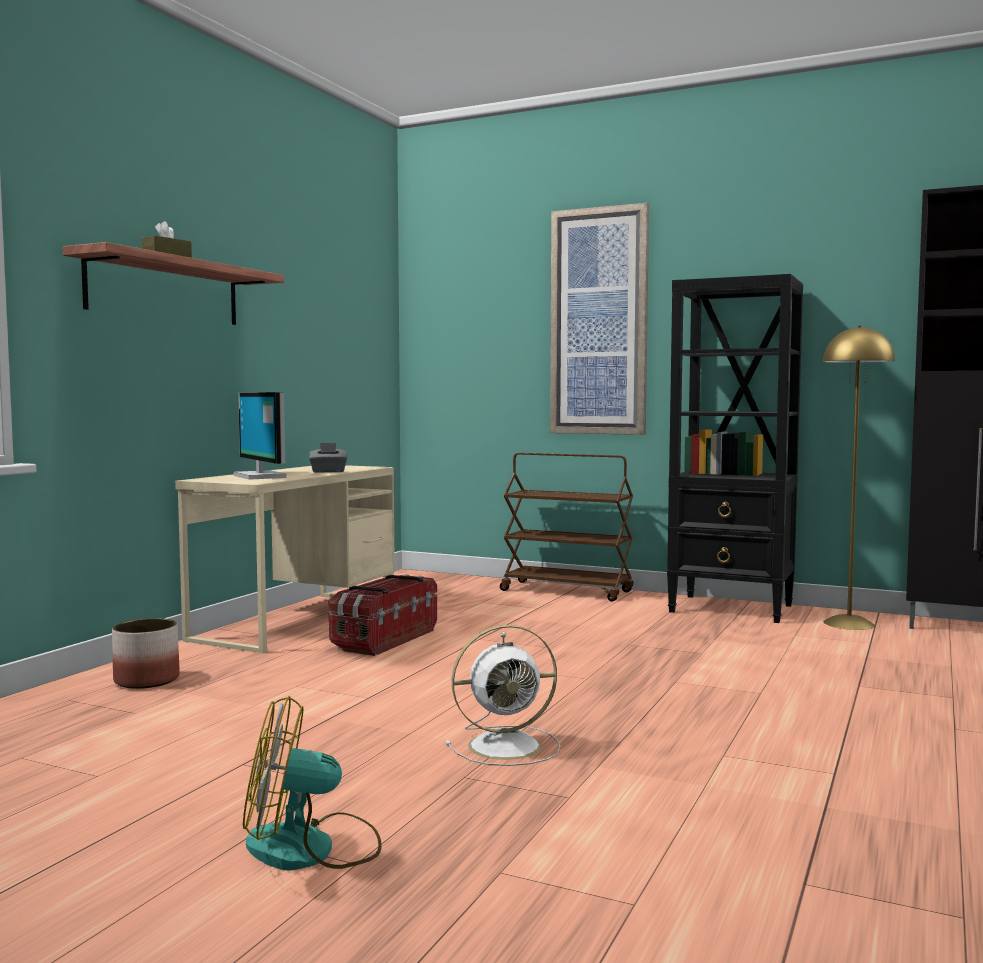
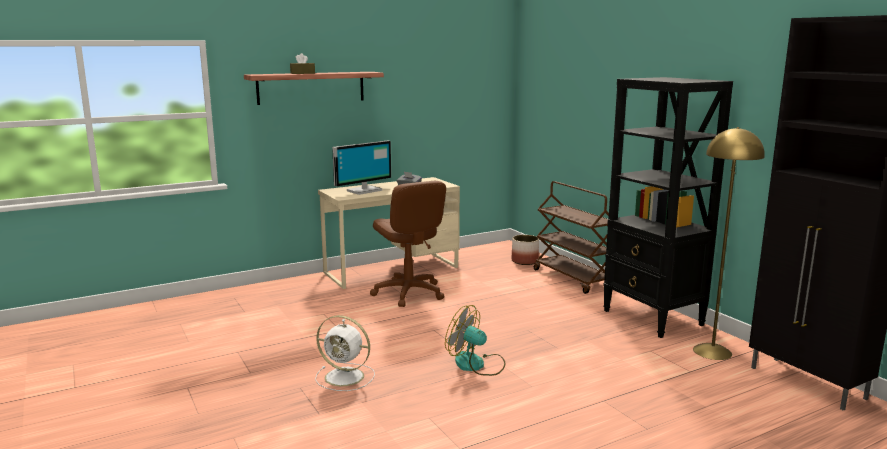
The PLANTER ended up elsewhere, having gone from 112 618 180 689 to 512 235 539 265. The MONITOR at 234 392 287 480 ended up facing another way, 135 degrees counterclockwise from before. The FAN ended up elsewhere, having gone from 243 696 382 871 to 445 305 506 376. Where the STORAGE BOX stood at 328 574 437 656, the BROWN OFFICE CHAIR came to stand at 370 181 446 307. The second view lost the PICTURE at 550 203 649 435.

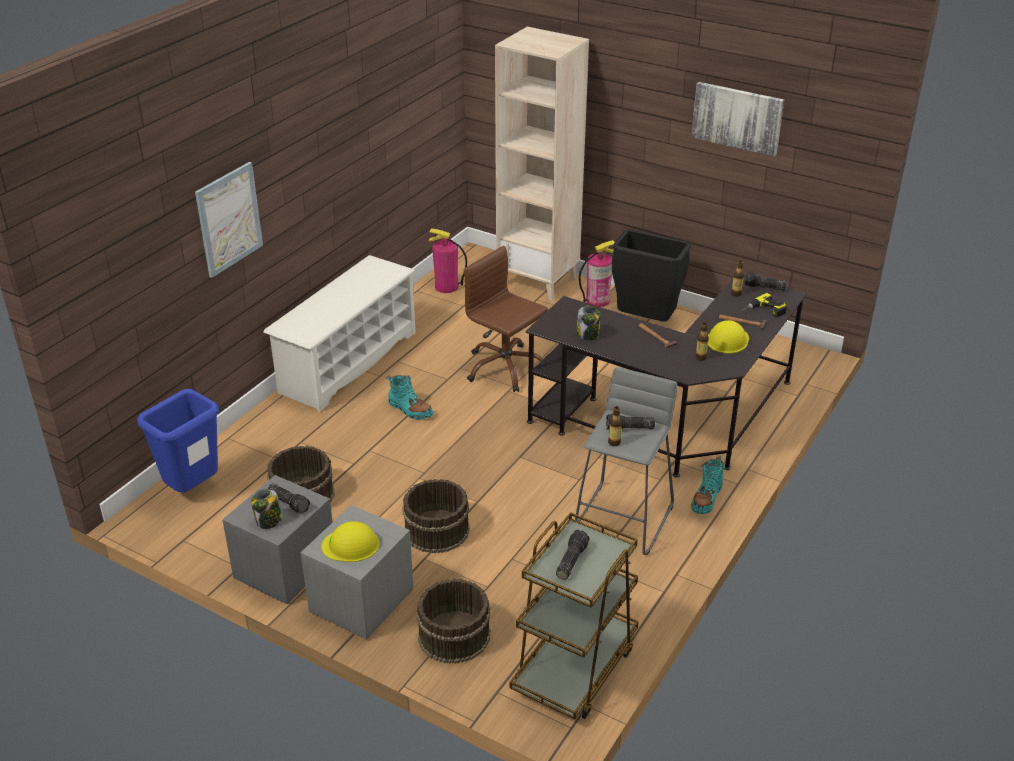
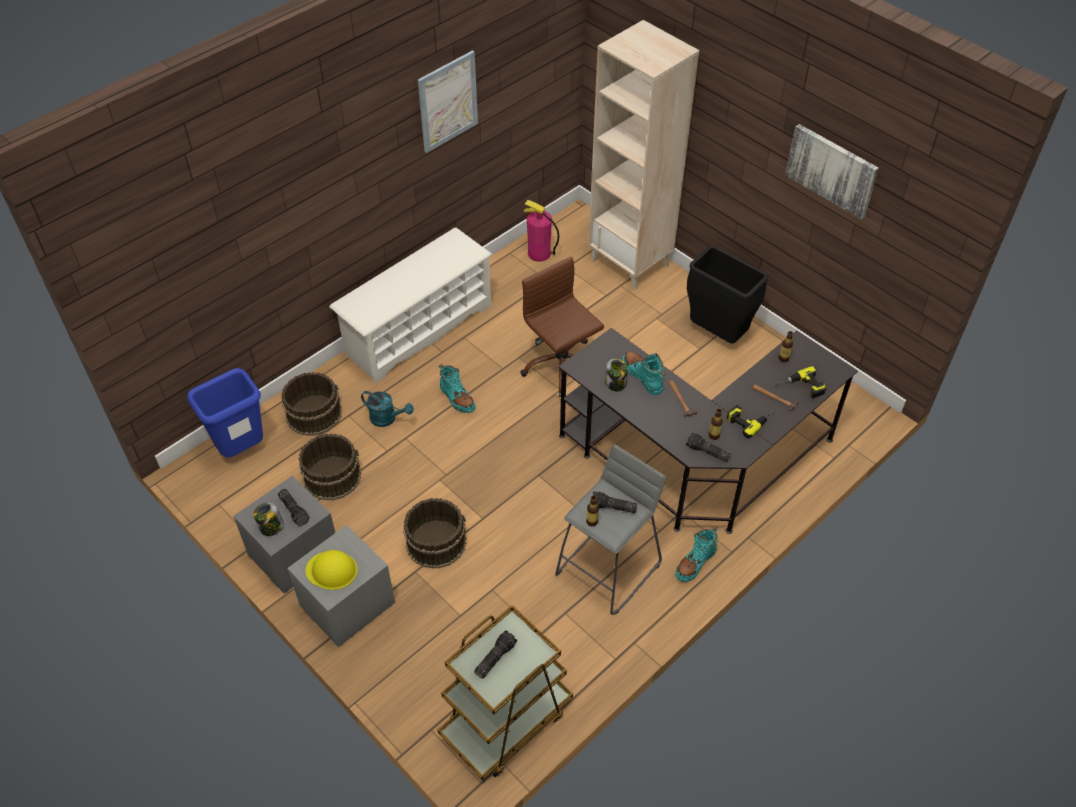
The PICTURE ended up elsewhere, having gone from 195 162 263 278 to 418 50 478 153. The BROWN BUCKET ended up elsewhere, having gone from 416 578 490 664 to 282 372 342 436. The second view lost the FIRE EXTINGUISHER at 579 240 615 307. Where the YELLOW HARD HAT stood at 708 320 749 353, the POWER DRILL came to stand at 727 405 776 438. The FLASHLIGHT ended up elsewhere, having gone from 744 272 787 291 to 686 433 731 463. The second view gained the TURQUOISE WATERING CAN at 361 391 414 427. The second view gained the TURQUOISE BOOT at 622 351 666 395.

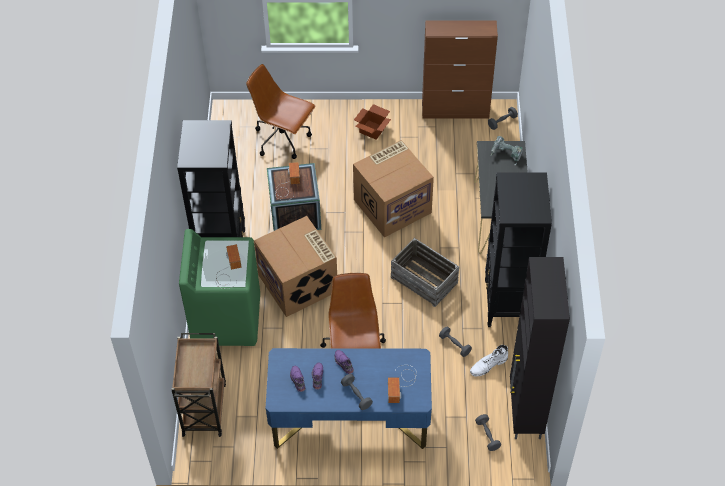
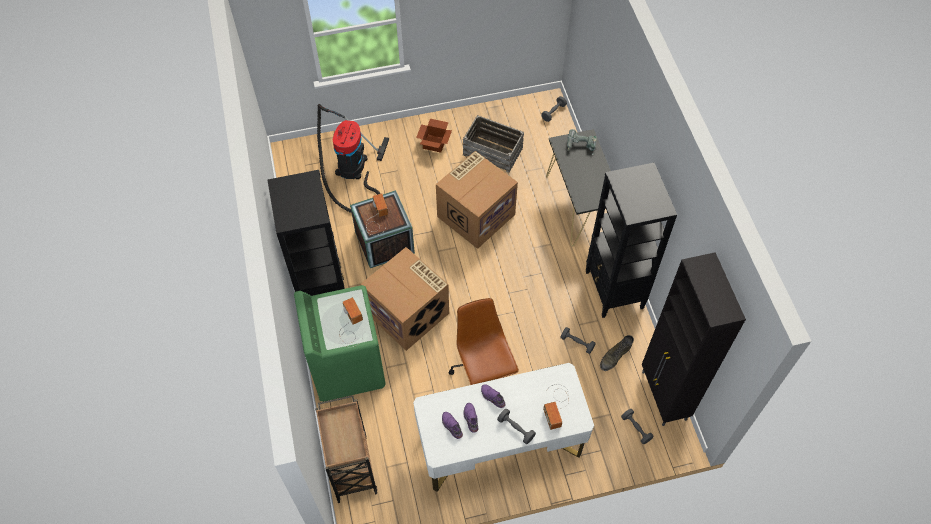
Where the BROWN OFFICE CHAIR stood at 246 64 316 159, the VACUUM CLEANER came to stand at 317 104 389 213. What was the BLUE DESK at 266 348 432 449 turned into the WHITE DESK at 413 363 594 492. The CRATE ended up elsewhere, having gone from 391 238 459 307 to 463 115 524 173. The second view lost the BROWN CABINET at 422 20 498 118. What was the WHITE BOOT at 470 345 508 377 turned into the GREEN BOOT at 600 335 634 371.

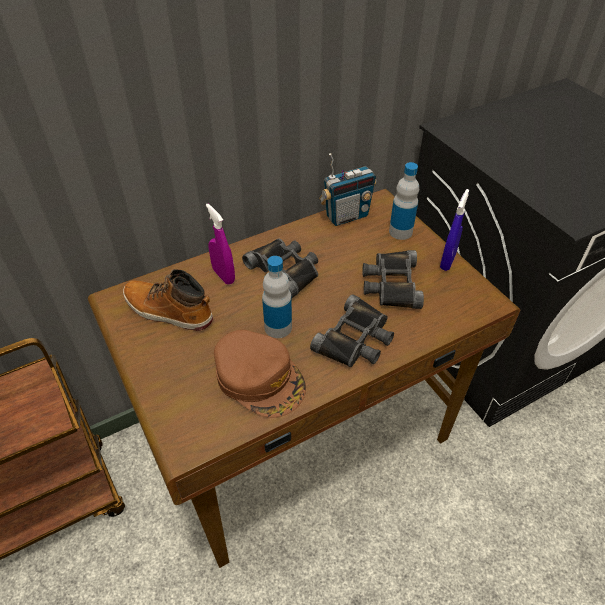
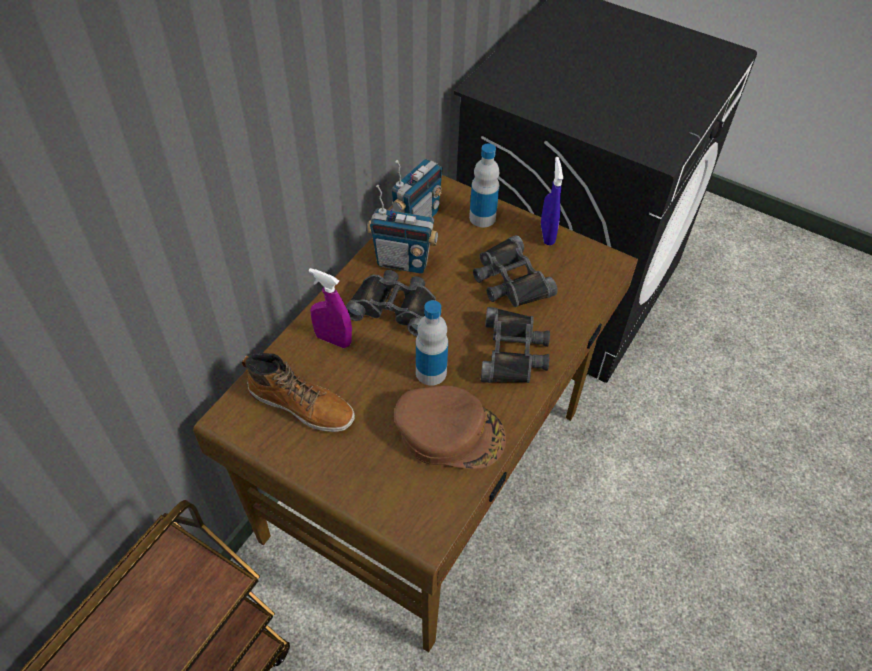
The BOOT at 123 269 213 331 ended up facing another way, 150 degrees counterclockwise from before. The second view gained the RADIO at 366 185 438 274.

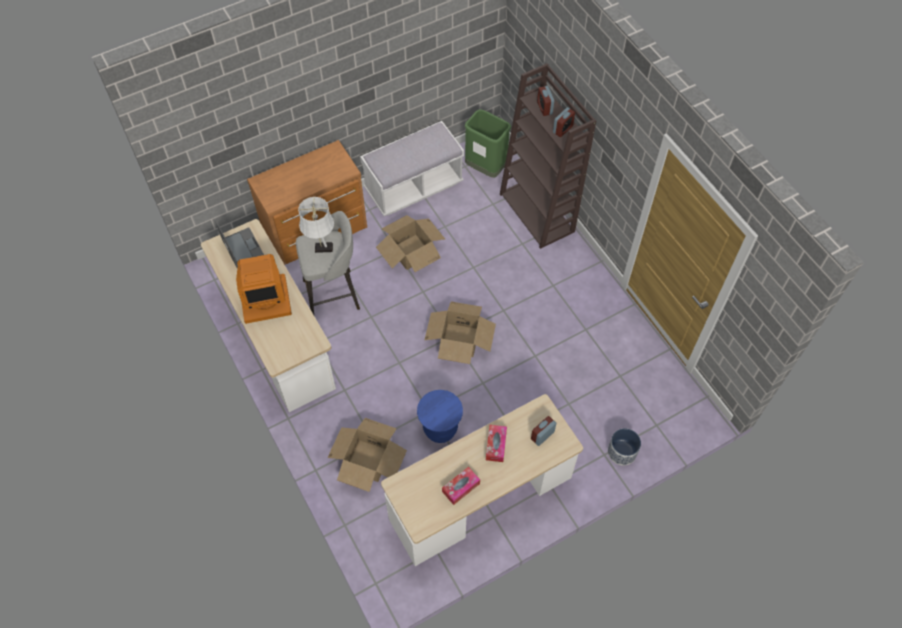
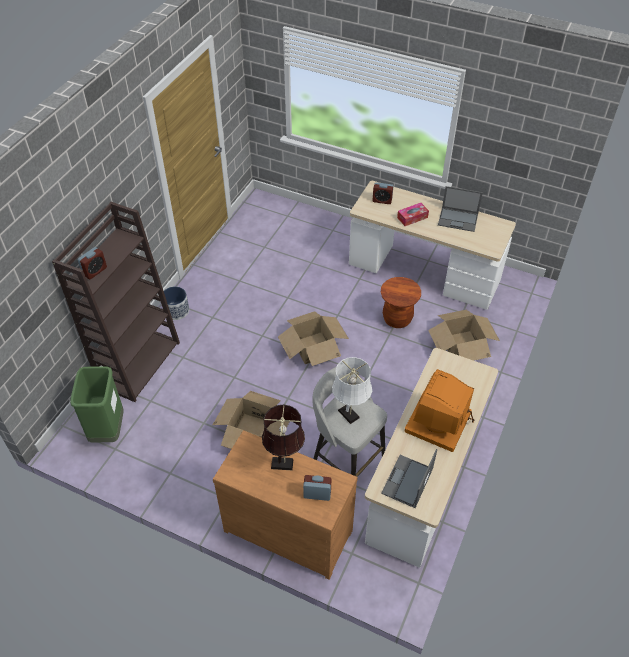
The MONITOR at 236 254 292 324 ended up facing another way, 105 degrees counterclockwise from before. The second view lost the WHITE BENCH at 360 121 464 216. What was the BLUE STOOL at 417 390 463 443 turned into the BROWN STOOL at 381 277 421 328. Where the TISSUE BOX stood at 442 467 480 505, the LAPTOP came to stand at 438 186 483 232. The ALARM CLOCK ended up elsewhere, having gone from 553 107 575 137 to 303 475 331 501. The PLANTER ended up elsewhere, having gone from 608 428 641 466 to 164 286 189 320. The second view gained the BROWN TABLE LAMP at 262 405 305 470.

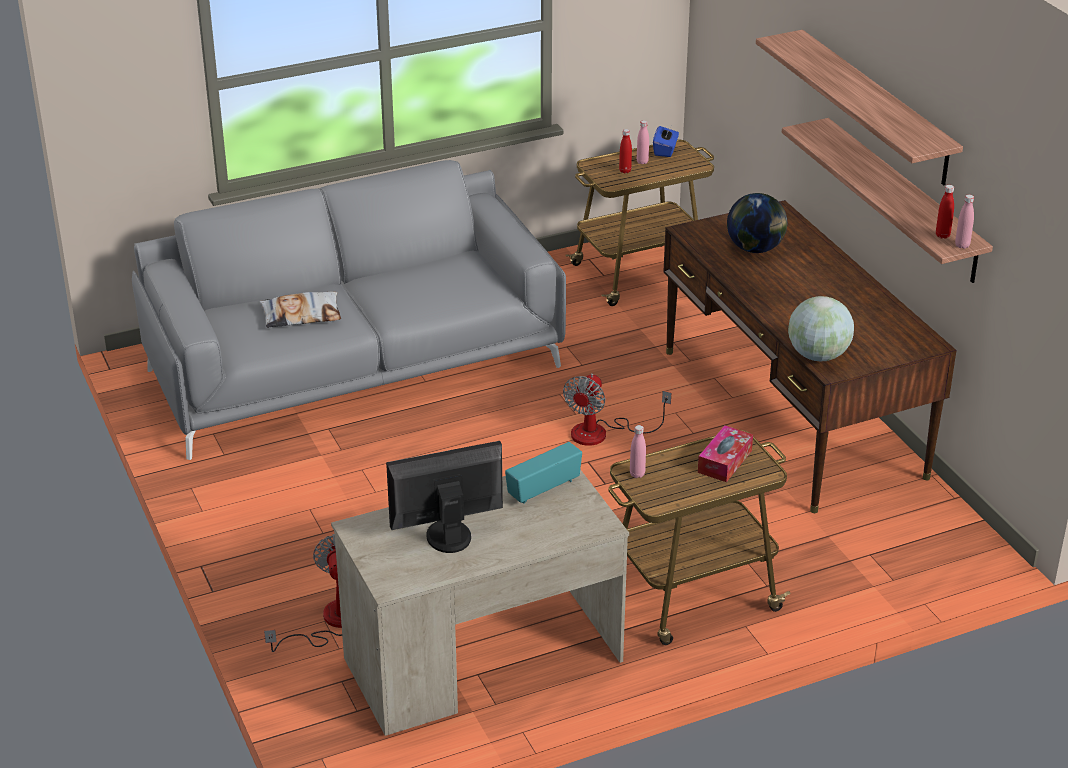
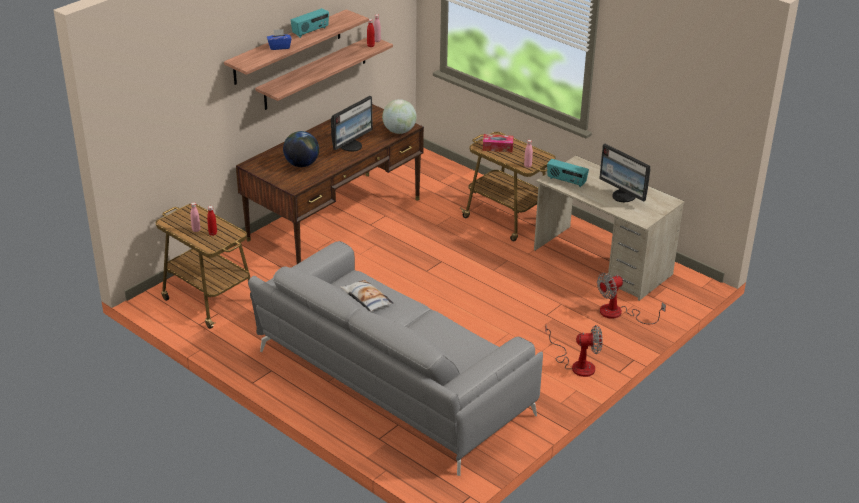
The PILLOW ended up elsewhere, having gone from 260 292 341 328 to 341 280 394 312. The FAN ended up elsewhere, having gone from 563 373 671 446 to 545 325 602 377. The BLUE TISSUE BOX ended up elsewhere, having gone from 653 126 679 157 to 267 29 292 50. The second view gained the RADIO at 291 8 329 38. The second view gained the MONITOR at 331 96 373 151.

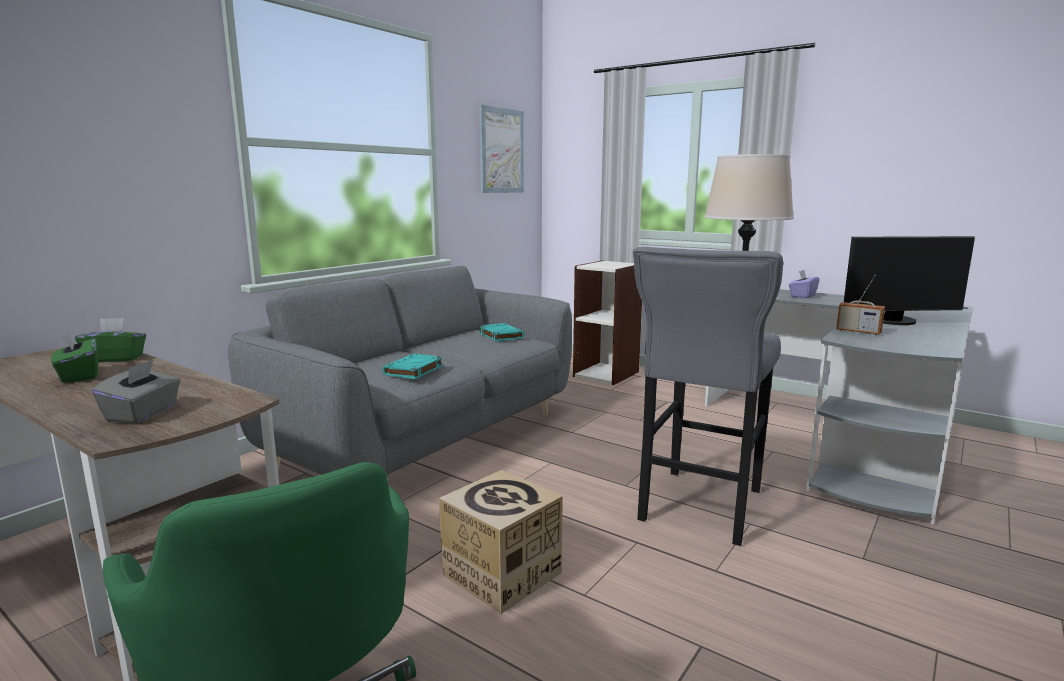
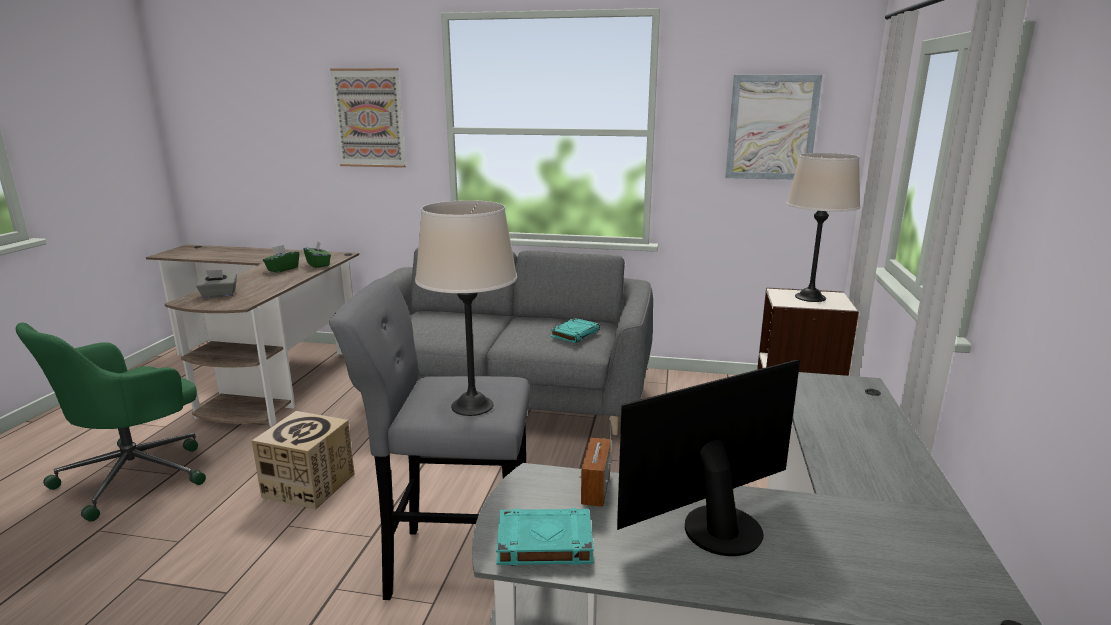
The TURQUOISE BOOK ended up elsewhere, having gone from 382 353 443 379 to 496 508 594 566. The second view lost the PURPLE TISSUE BOX at 789 270 820 299. The MONITOR at 844 236 975 325 ended up facing another way, 90 degrees clockwise from before. The second view gained the PICTURE at 330 68 406 168. The second view gained the BEIGE TABLE LAMP at 786 153 860 302.

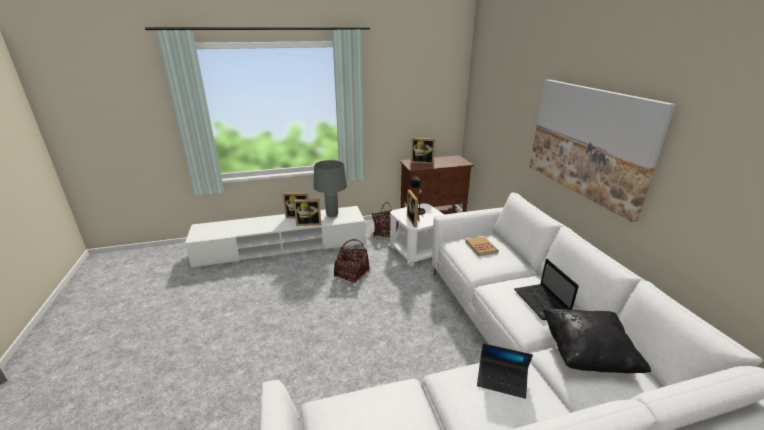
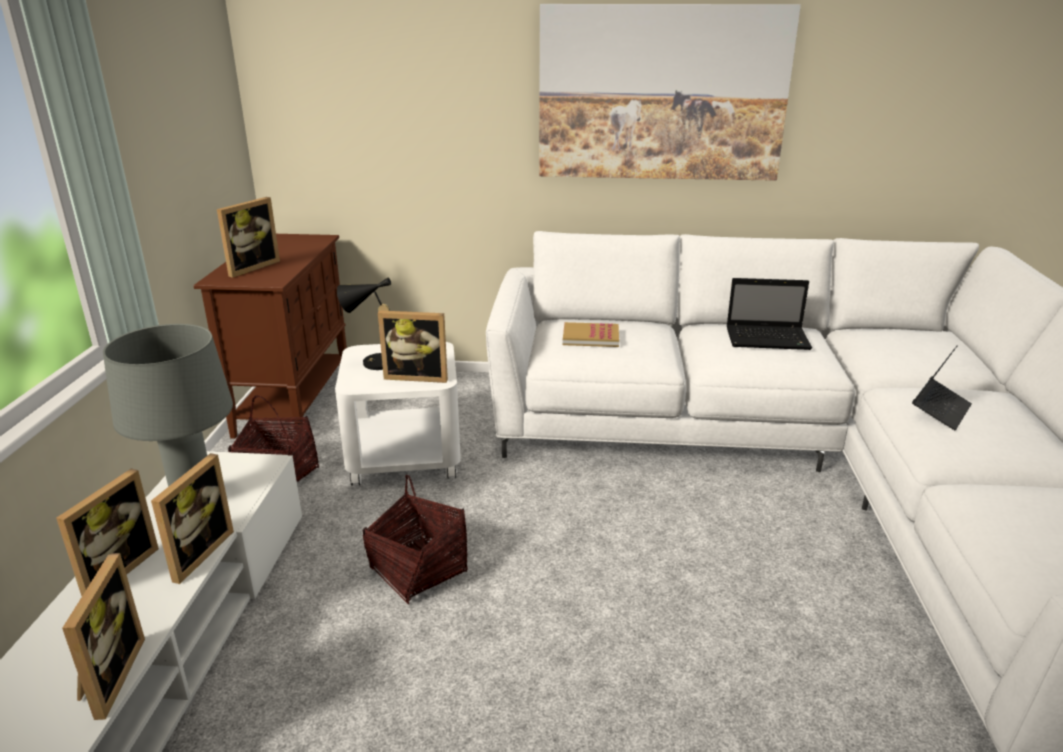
The second view lost the BLACK PILLOW at 543 309 651 373. The second view gained the PICTURE FRAME at 62 553 145 720.

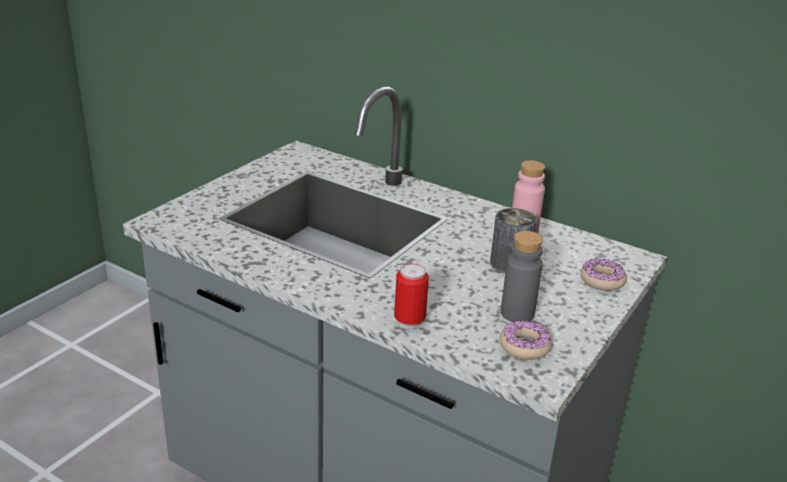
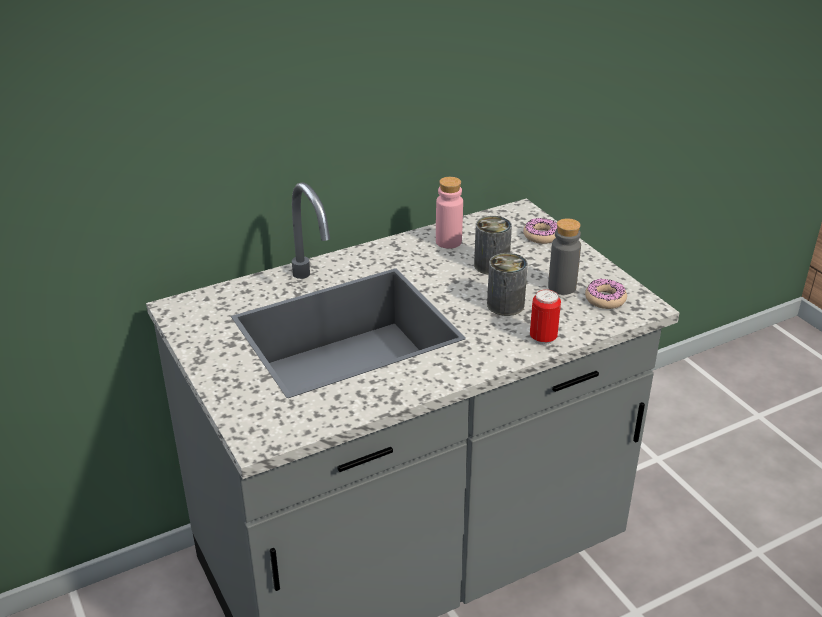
The second view gained the CAN at 487 253 528 316.

